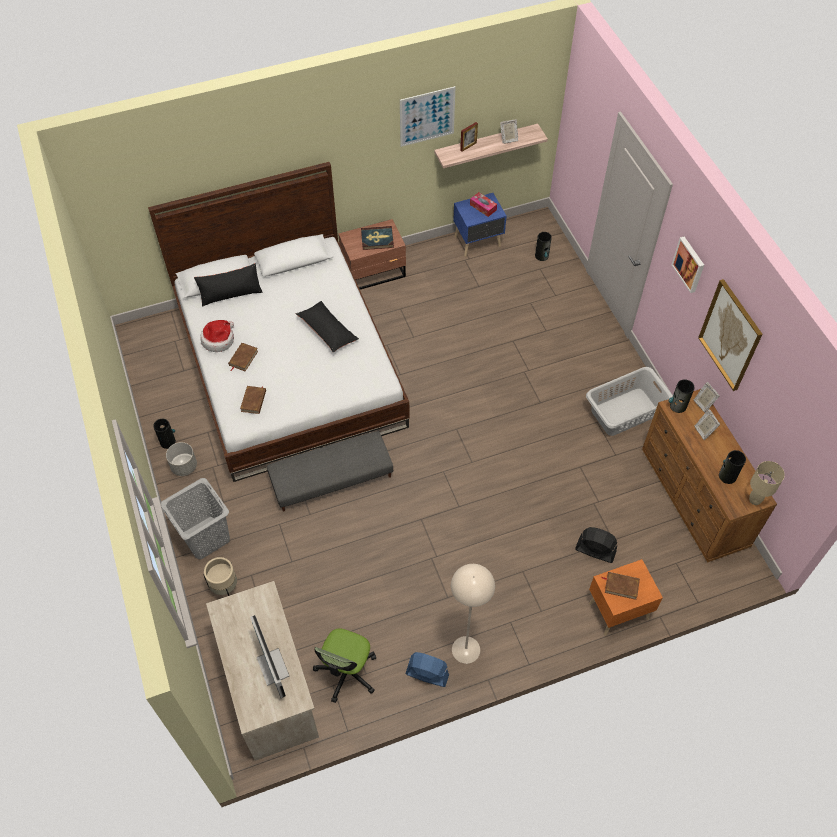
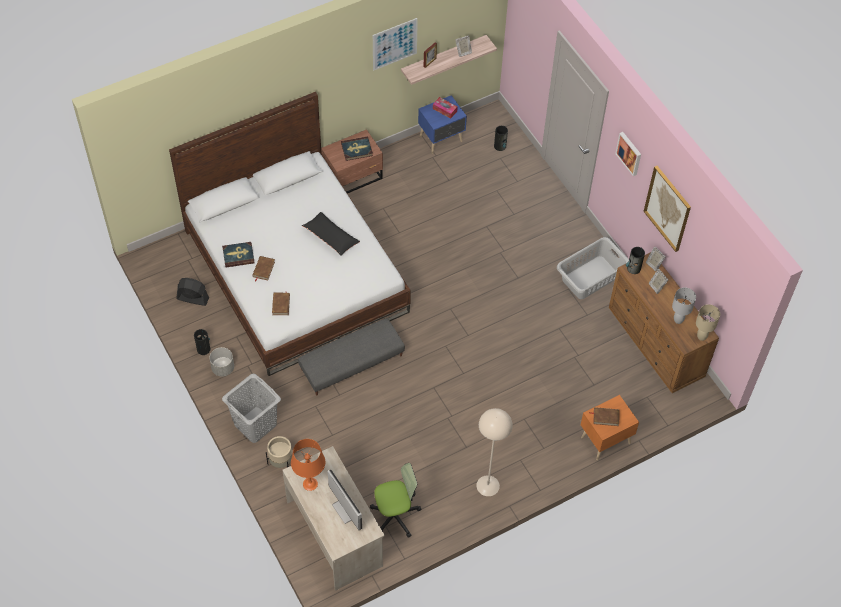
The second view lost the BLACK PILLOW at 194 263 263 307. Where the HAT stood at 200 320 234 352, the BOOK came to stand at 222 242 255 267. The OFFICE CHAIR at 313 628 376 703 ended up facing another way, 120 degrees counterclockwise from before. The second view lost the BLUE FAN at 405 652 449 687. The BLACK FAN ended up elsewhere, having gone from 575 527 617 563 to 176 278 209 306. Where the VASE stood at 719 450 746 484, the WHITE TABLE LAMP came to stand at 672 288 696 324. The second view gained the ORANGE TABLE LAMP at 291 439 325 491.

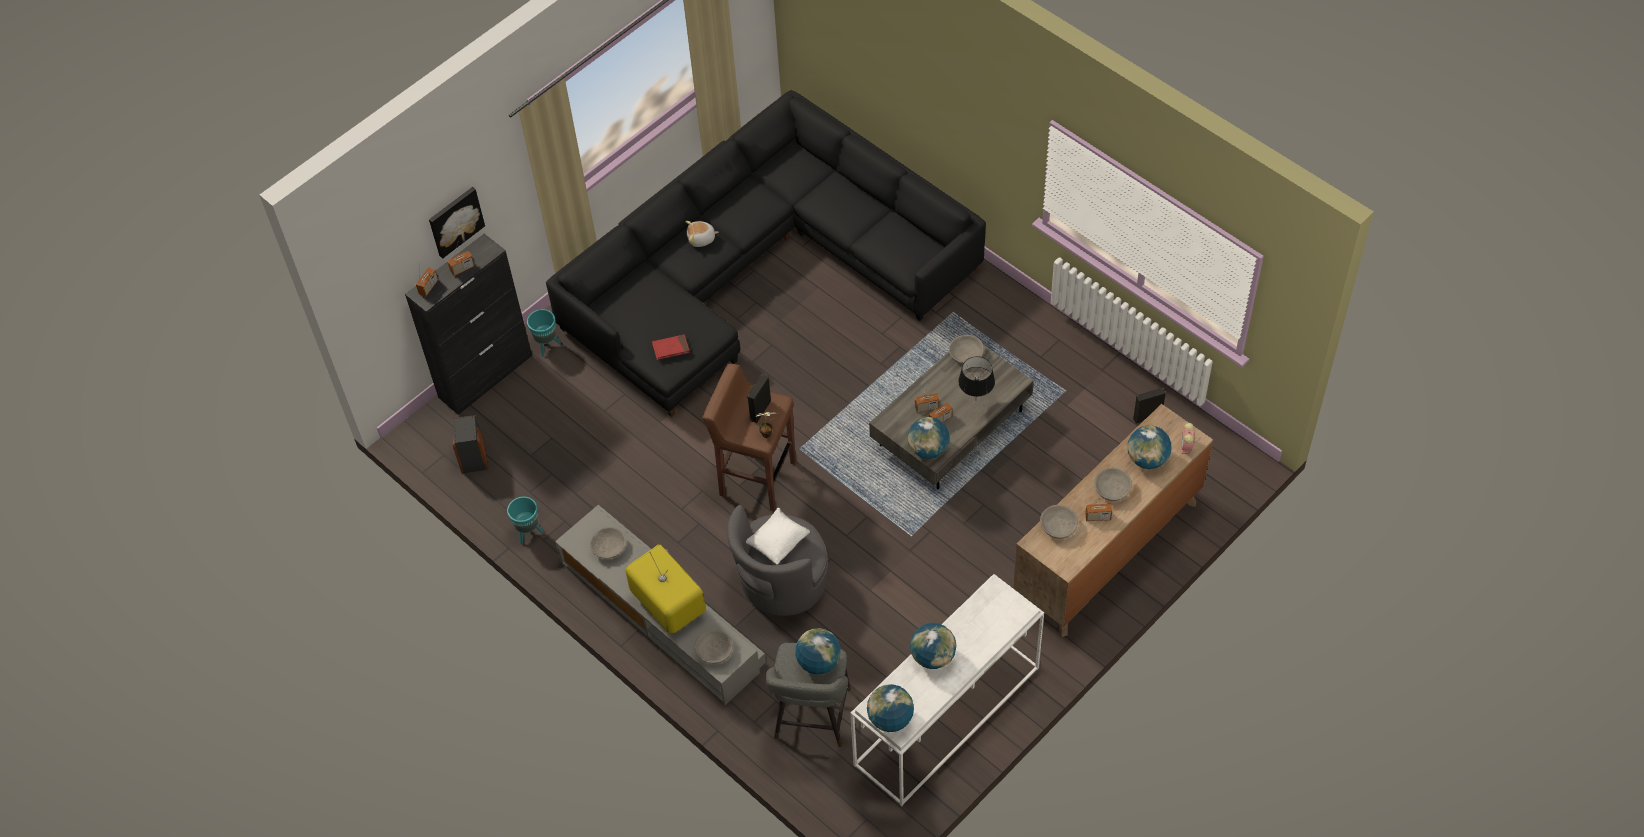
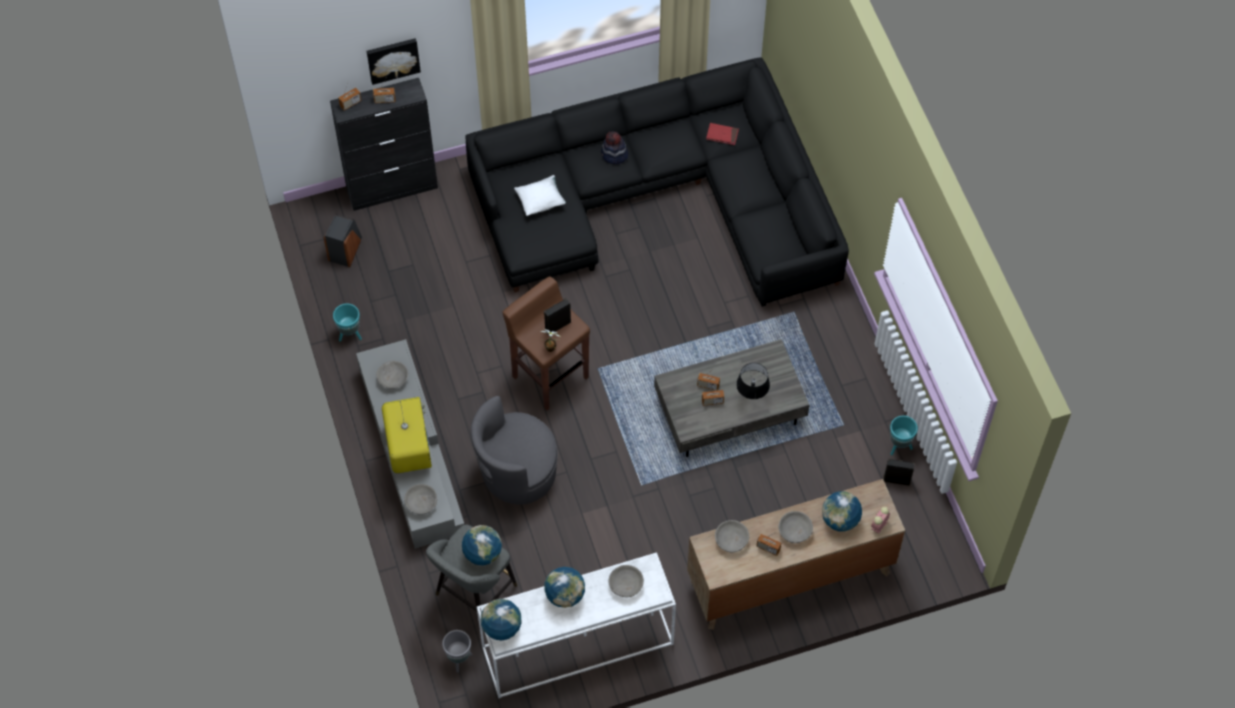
The TURQUOISE PLANTER ended up elsewhere, having gone from 527 309 561 357 to 890 415 918 455. The RED BOOK ended up elsewhere, having gone from 652 334 690 360 to 706 123 739 145. Where the PLUSH TOY stood at 685 221 719 247, the HAT came to stand at 601 131 628 164. The WHITE PILLOW ended up elsewhere, having gone from 746 508 810 564 to 514 175 566 216. The second view lost the GLOBE at 908 417 949 459. The GREY BOWL ended up elsewhere, having gone from 949 335 984 364 to 608 565 644 597. The second view gained the GREY PLANTER at 442 630 472 672.

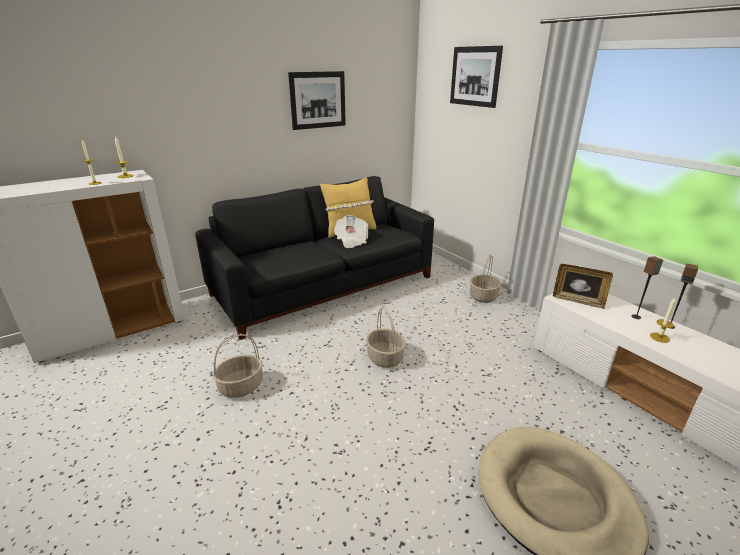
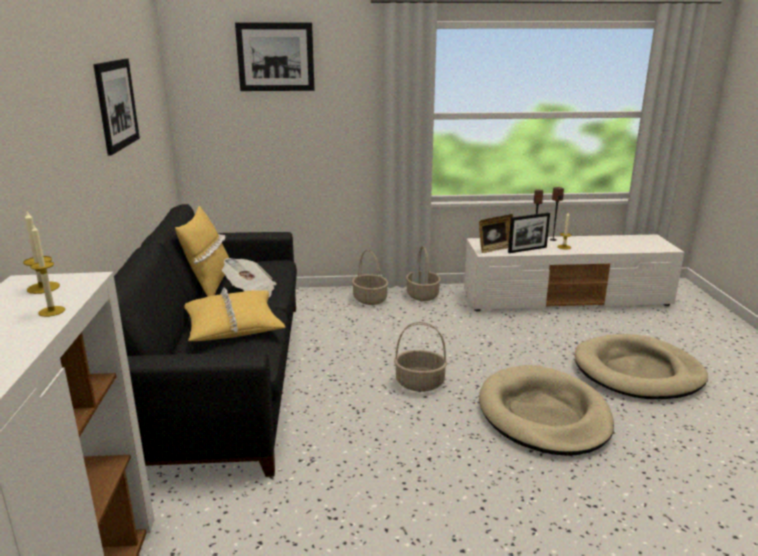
The BASKET ended up elsewhere, having gone from 213 334 263 398 to 406 246 441 301. The second view gained the YELLOW PILLOW at 184 288 286 341. The second view gained the BEIGE DOG BED at 479 365 614 456. The second view gained the PICTURE FRAME at 508 213 550 253.

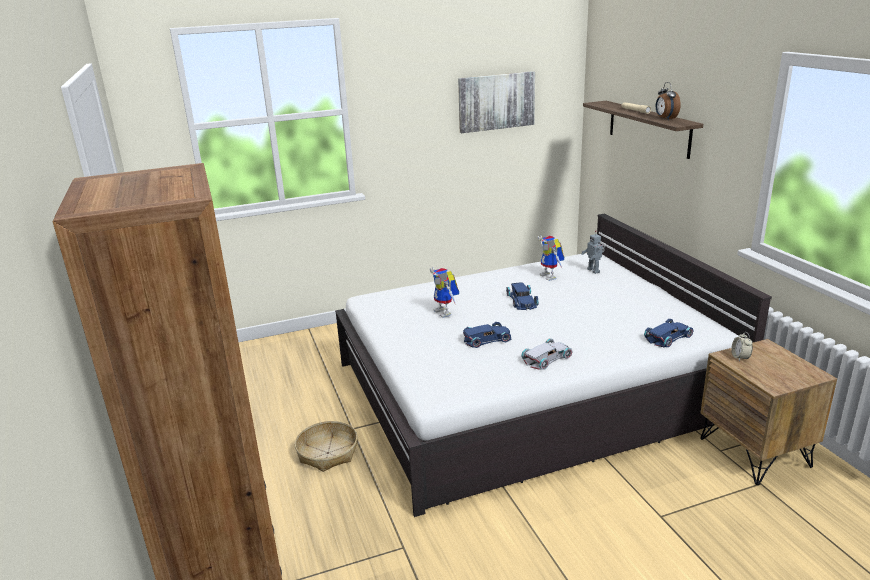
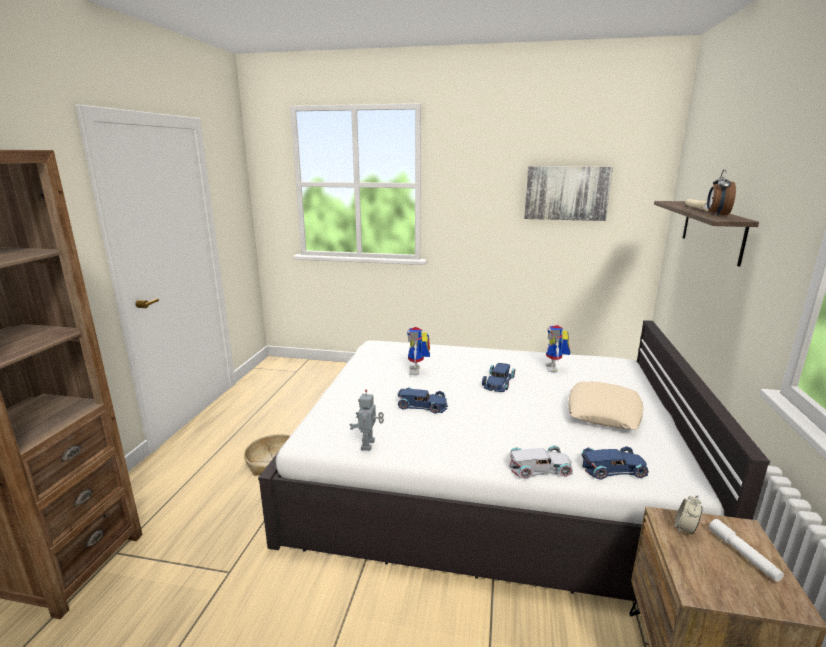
The WHITE TOY CAR ended up elsewhere, having gone from 521 338 573 370 to 509 445 573 479. The TOY ROBOT ended up elsewhere, having gone from 581 231 605 274 to 350 390 384 451. The second view gained the BEIGE PILLOW at 568 382 643 429. The second view gained the WHITE FLASHLIGHT at 709 519 784 582.

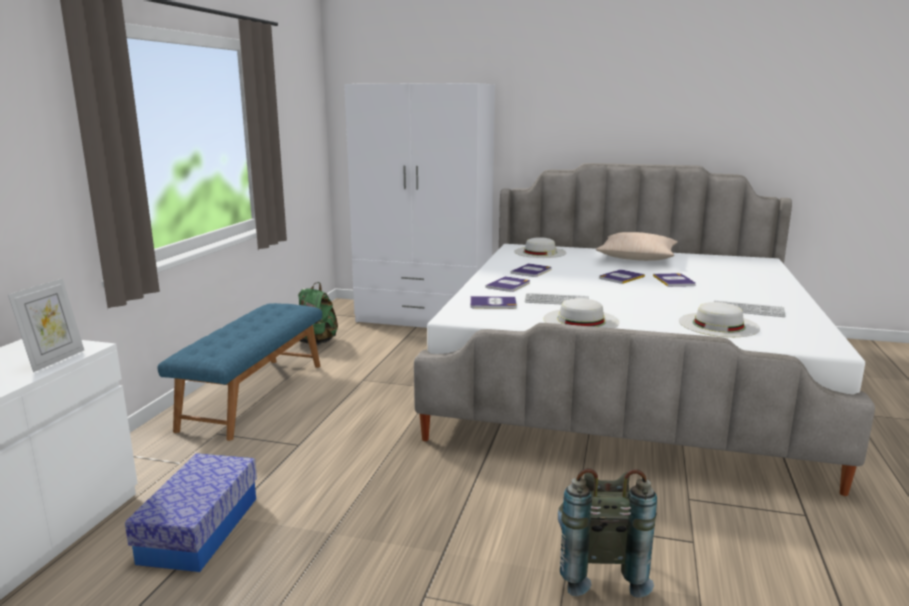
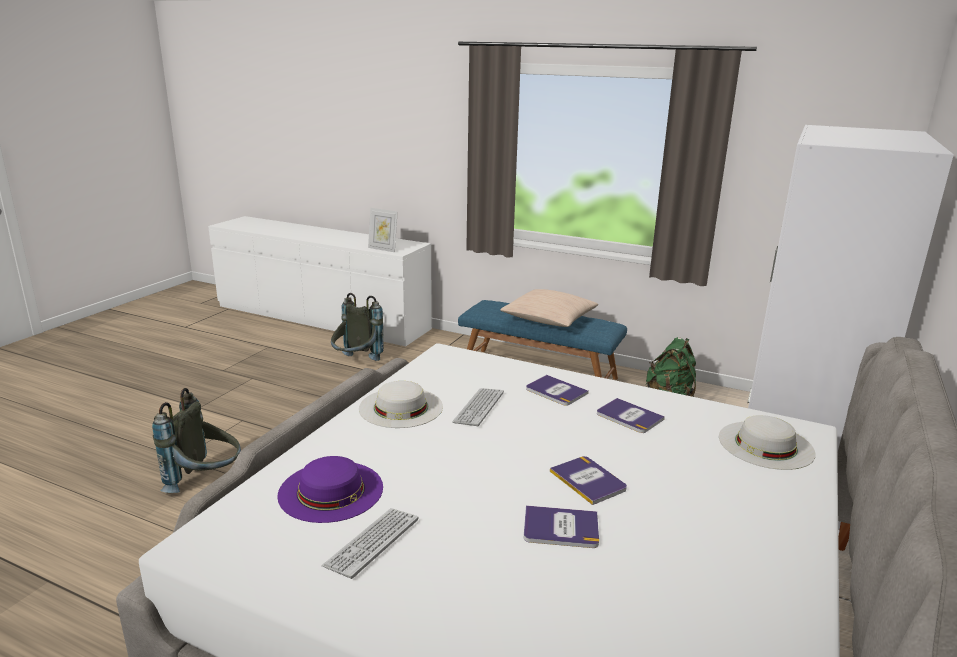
Where the STORAGE BOX stood at 125 453 257 572, the GREY BACKPACK came to stand at 331 293 384 361. The second view lost the BOOK at 470 296 517 309. The BEIGE PILLOW ended up elsewhere, having gone from 596 232 678 261 to 500 289 599 327. What was the WHITE HAT at 679 302 760 337 turned into the PURPLE HAT at 277 456 383 523.

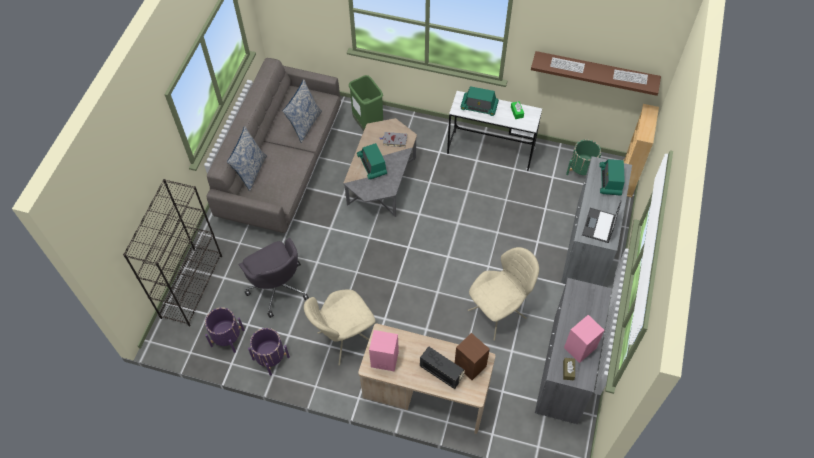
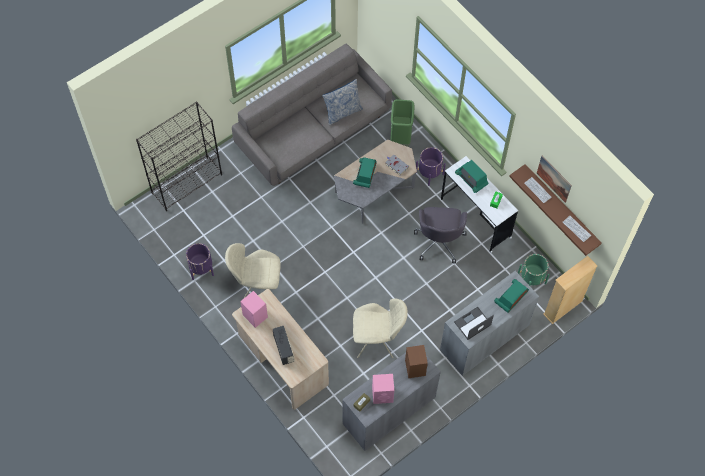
The PURPLE PLANTER ended up elsewhere, having gone from 205 307 244 353 to 416 147 446 186. The second view lost the PILLOW at 227 126 267 191. The GREY OFFICE CHAIR ended up elsewhere, having gone from 238 238 309 318 to 414 207 467 264. The BROWN SPEAKER ended up elsewhere, having gone from 455 333 490 380 to 405 345 428 378. The second view gained the PICTURE at 537 156 572 203.

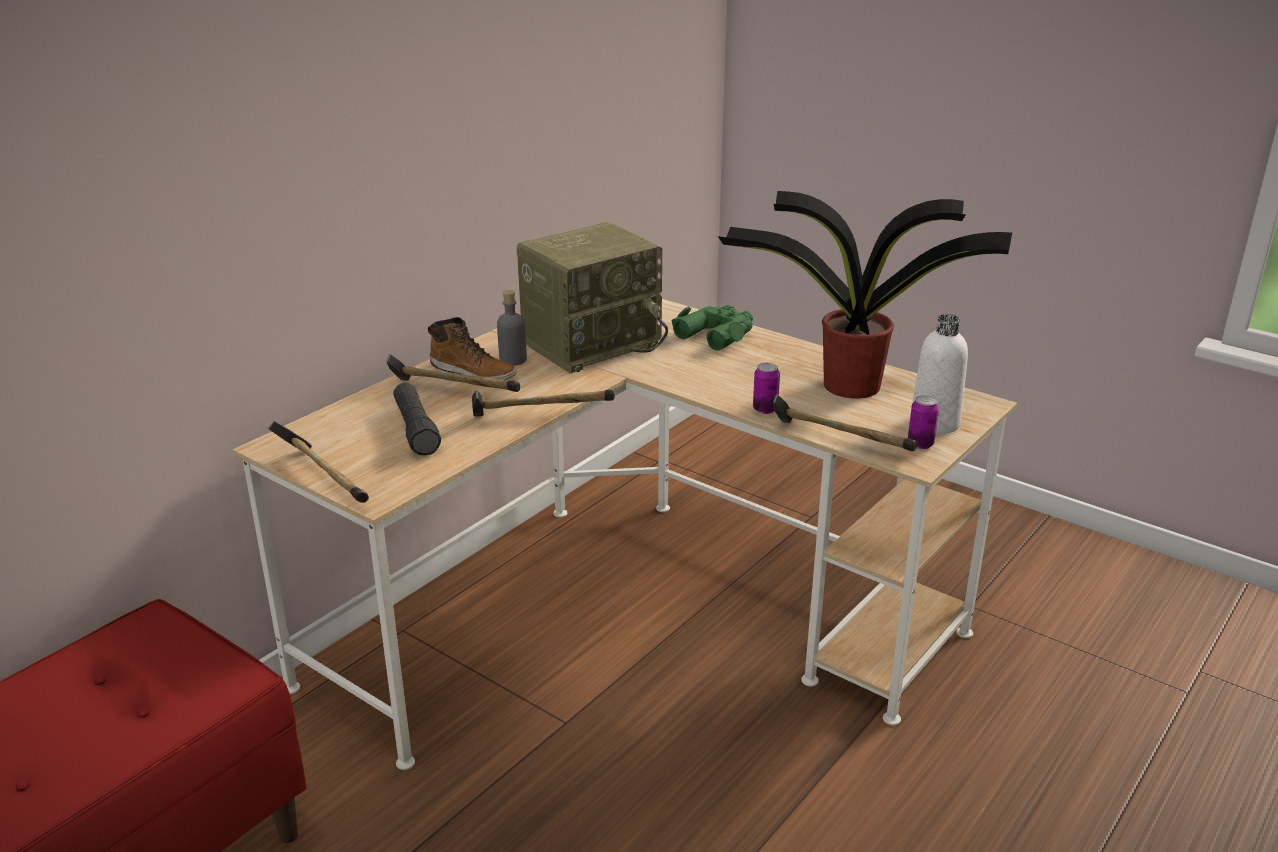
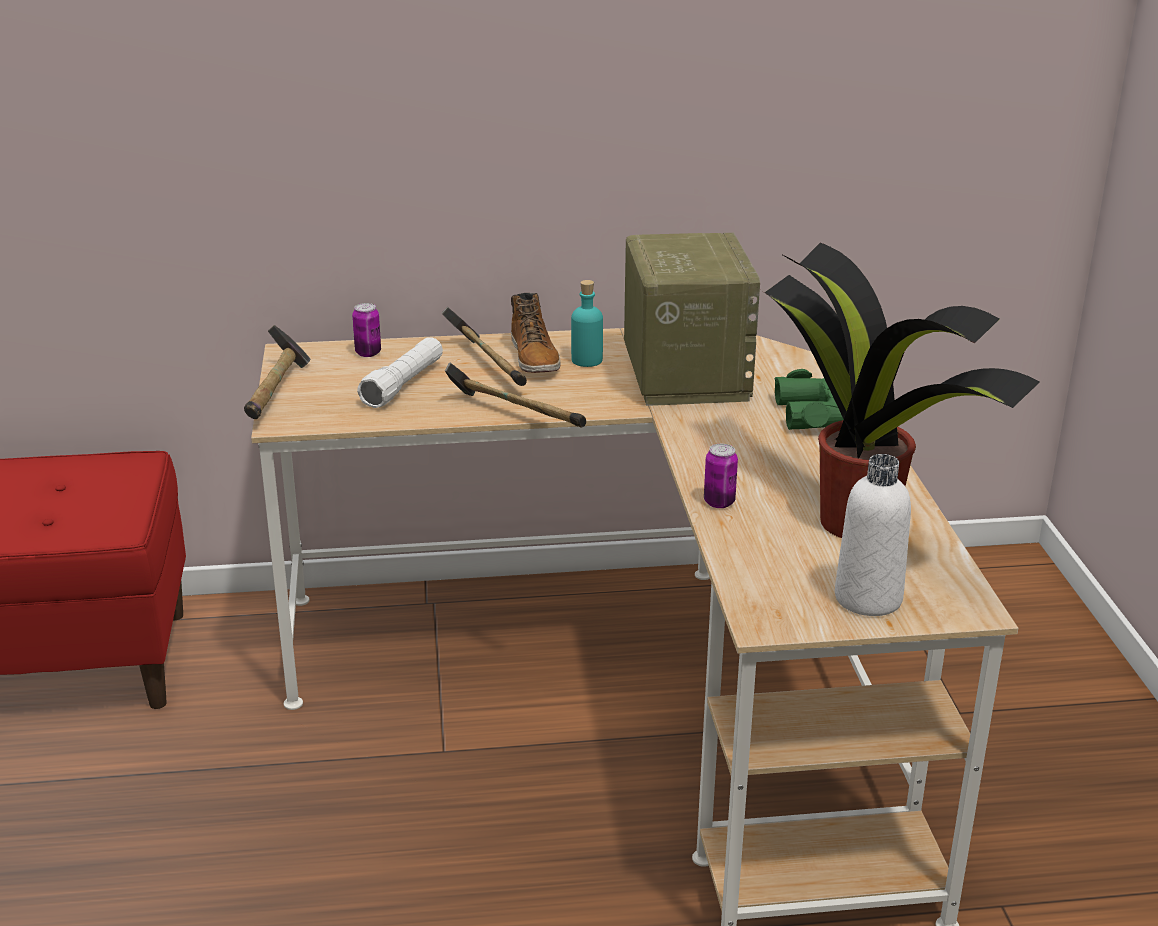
What was the BLACK FLASHLIGHT at 393 383 441 455 turned into the WHITE FLASHLIGHT at 357 338 443 408. What was the GREY BOTTLE at 497 290 527 366 turned into the TURQUOISE BOTTLE at 571 280 603 367. The RADIO at 517 222 668 373 ended up facing another way, 105 degrees counterclockwise from before. The second view lost the HAMMER at 773 394 917 452. The CAN ended up elsewhere, having gone from 908 395 939 449 to 352 303 381 357.

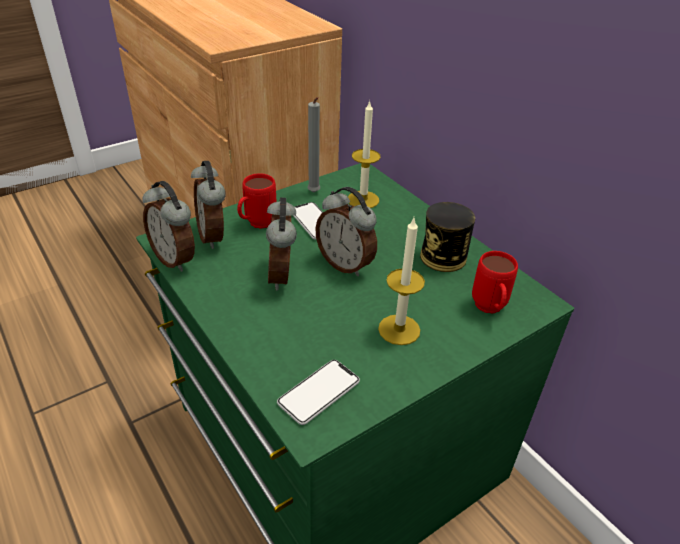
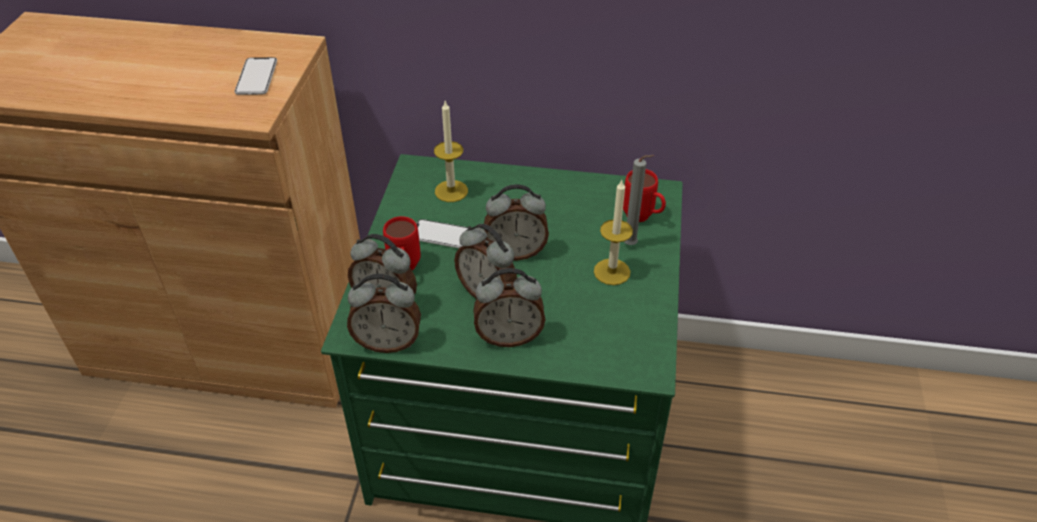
The PHONE ended up elsewhere, having gone from 277 360 360 425 to 234 57 277 95. The GREY CANDLE ended up elsewhere, having gone from 308 97 320 192 to 624 155 654 245. The second view lost the CAN at 420 202 475 272. The second view gained the ALARM CLOCK at 473 268 545 347.

